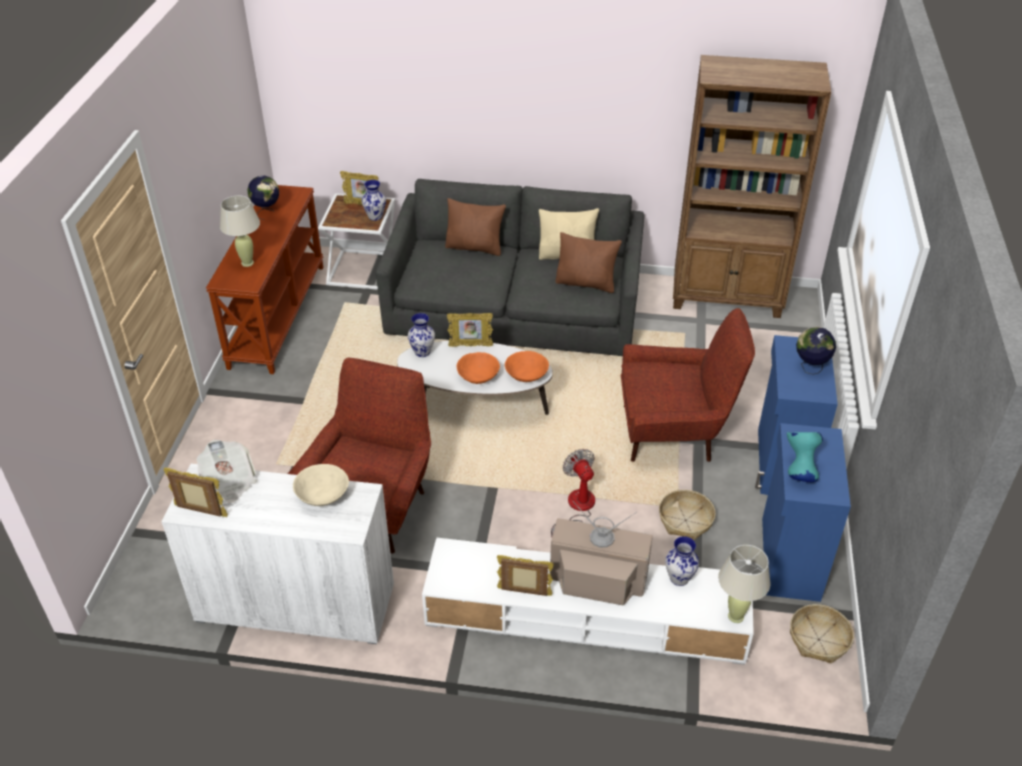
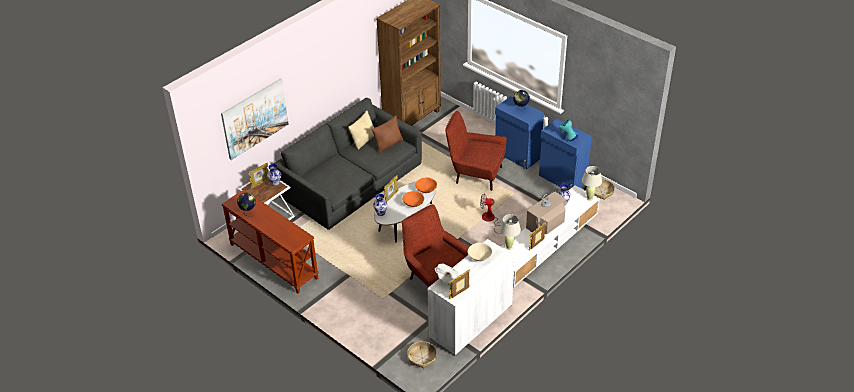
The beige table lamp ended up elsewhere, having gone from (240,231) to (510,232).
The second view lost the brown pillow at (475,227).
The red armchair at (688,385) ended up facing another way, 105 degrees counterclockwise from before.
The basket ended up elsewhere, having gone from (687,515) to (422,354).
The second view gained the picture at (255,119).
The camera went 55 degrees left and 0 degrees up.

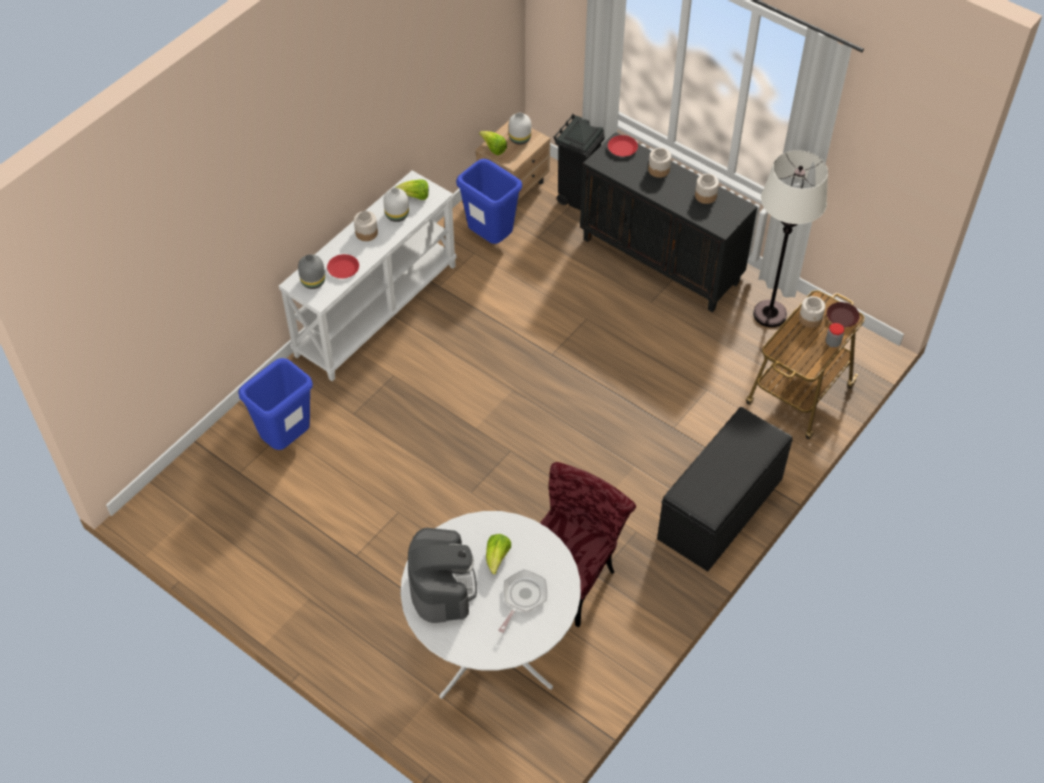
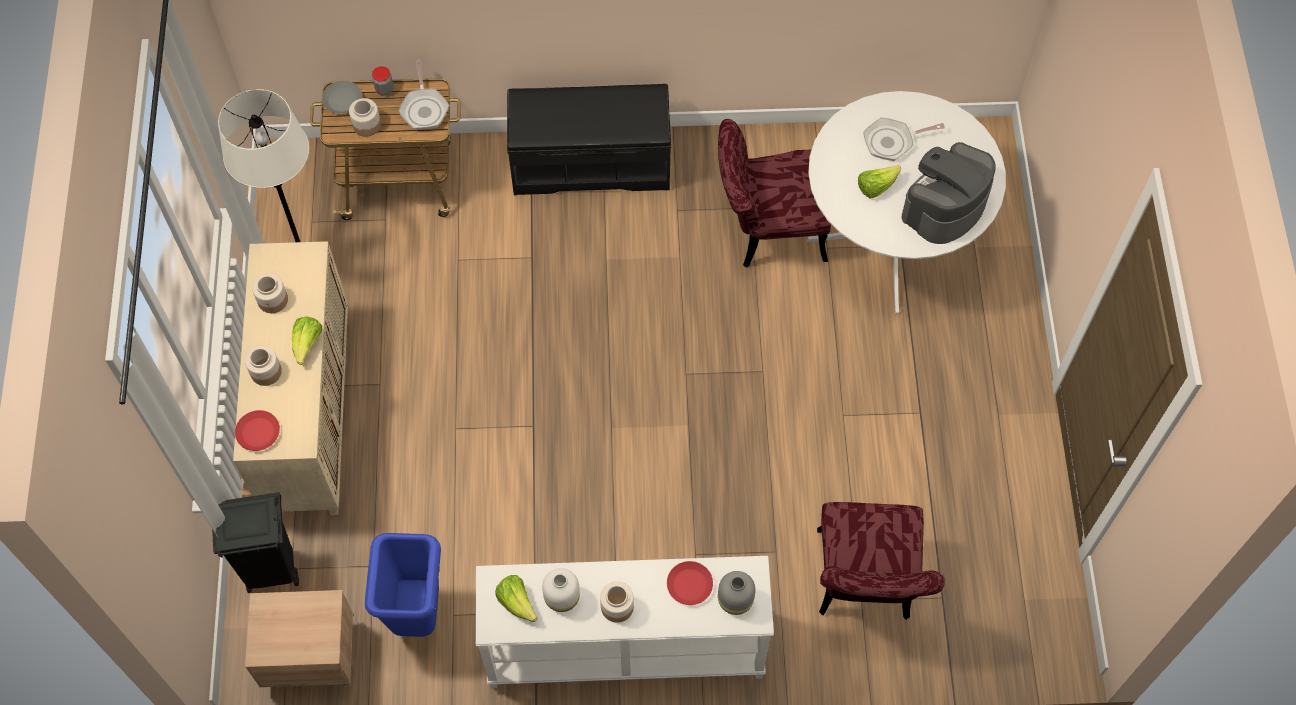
The second view lost the white vase at (520,128).
The lettuce ended up elsewhere, having gone from (493,143) to (307,340).
What was the black cabinet at (669,222) turned into the beige cabinet at (290,378).
What was the brown plate at (843,314) turned into the grey plate at (342,97).
Where the blue trash can stood at (275,404), the red chair came to stand at (881,561).
The second view gained the frying pan at (423,94).
The camera went 130 degrees left and 10 degrees up.

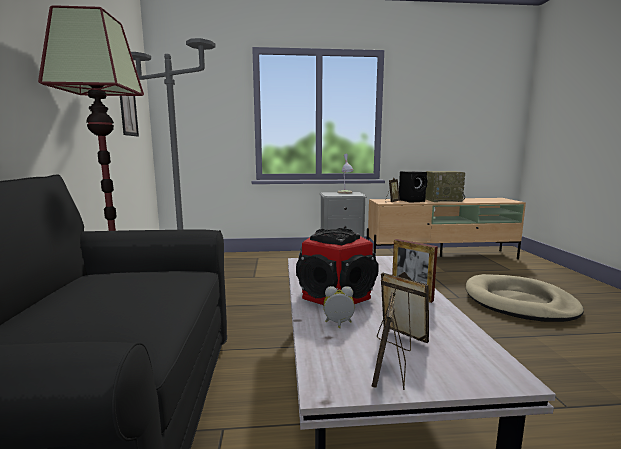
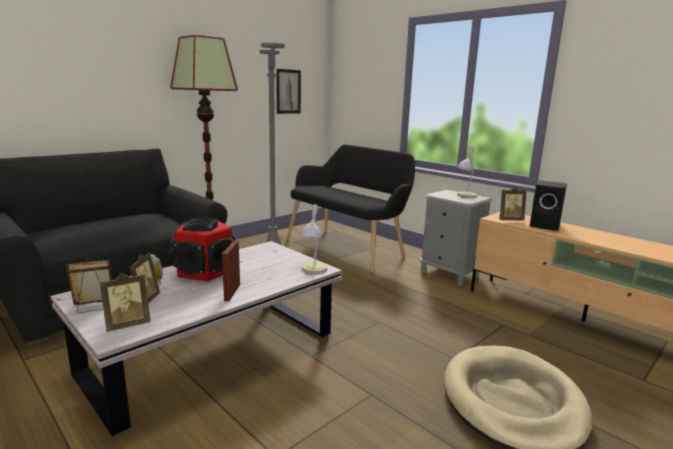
The second view lost the radio at (445,186).
The second view gained the black bench at (351,208).
The second view gained the table lamp at (313,239).
The second view gained the picture frame at (125,302).
The camera went 50 degrees right and 5 degrees up.

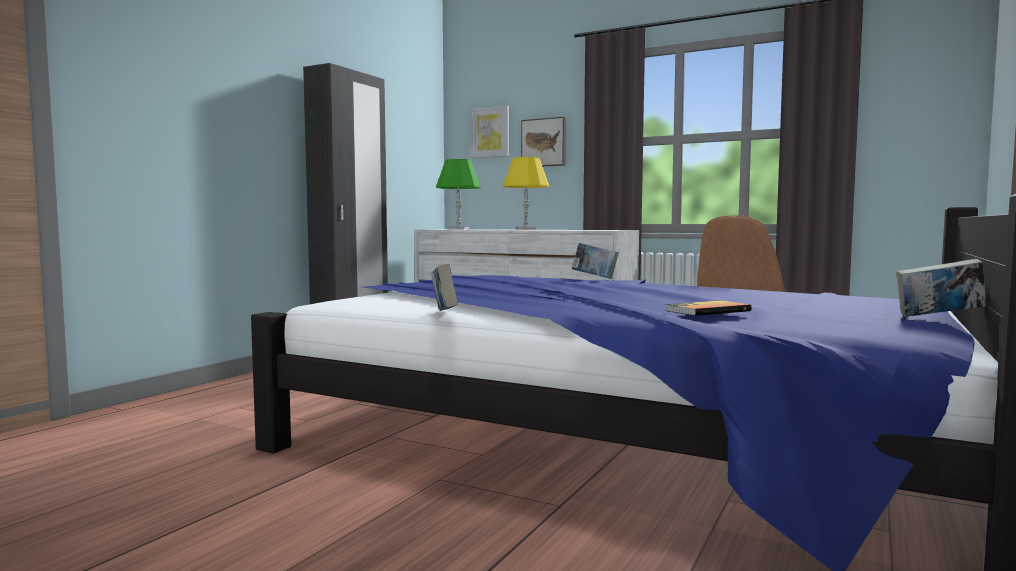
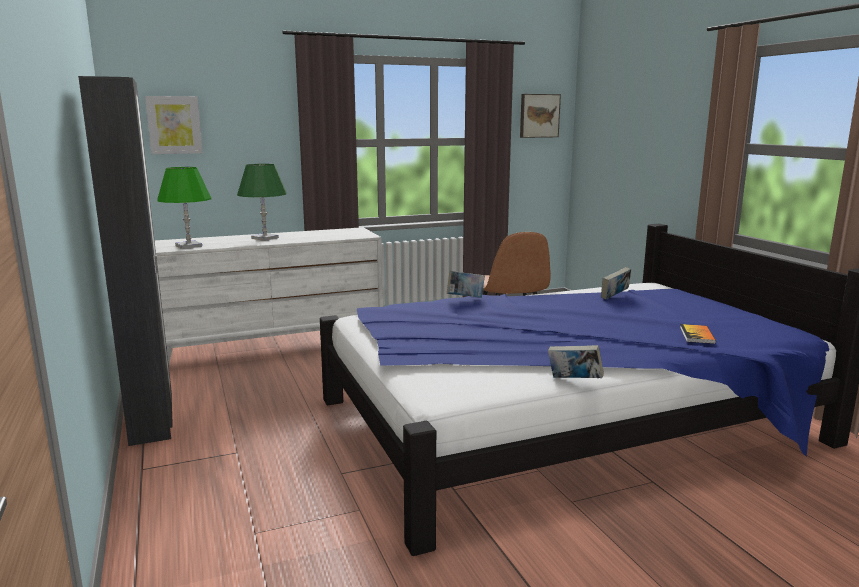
The picture ended up elsewhere, having gone from (543,141) to (540,116).
What was the yellow table lamp at (526,193) turned into the green table lamp at (262,202).
The book ended up elsewhere, having gone from (941,288) to (616,283).
The camera went 50 degrees left and 10 degrees up.

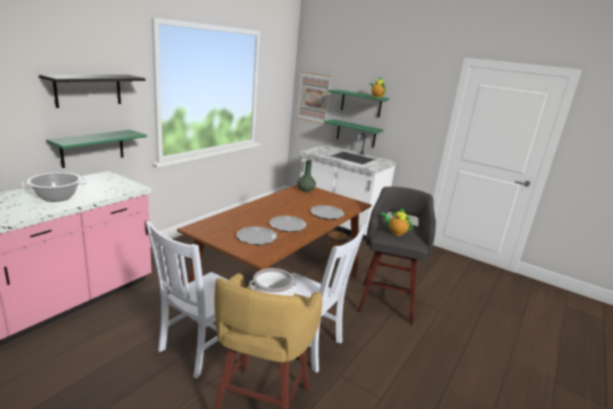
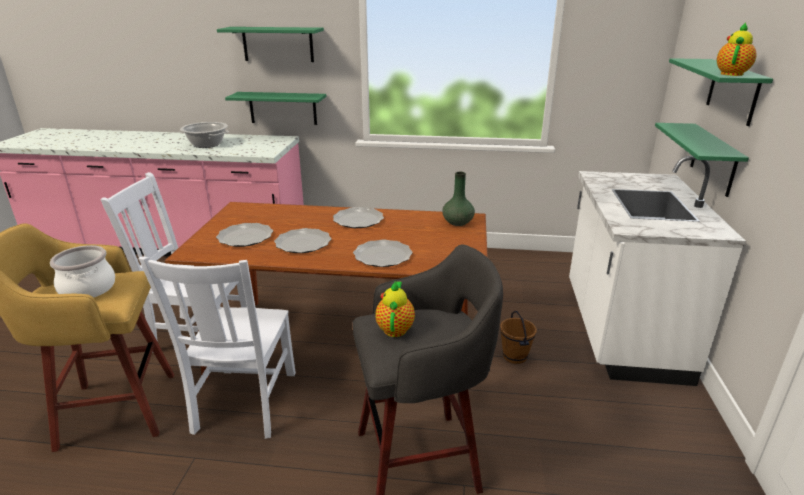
The second view lost the picture at (314,98).
What was the black shelf at (92,91) turned into the green shelf at (270,44).
The second view gained the plate at (358,217).
The camera went 65 degrees right and 5 degrees up.

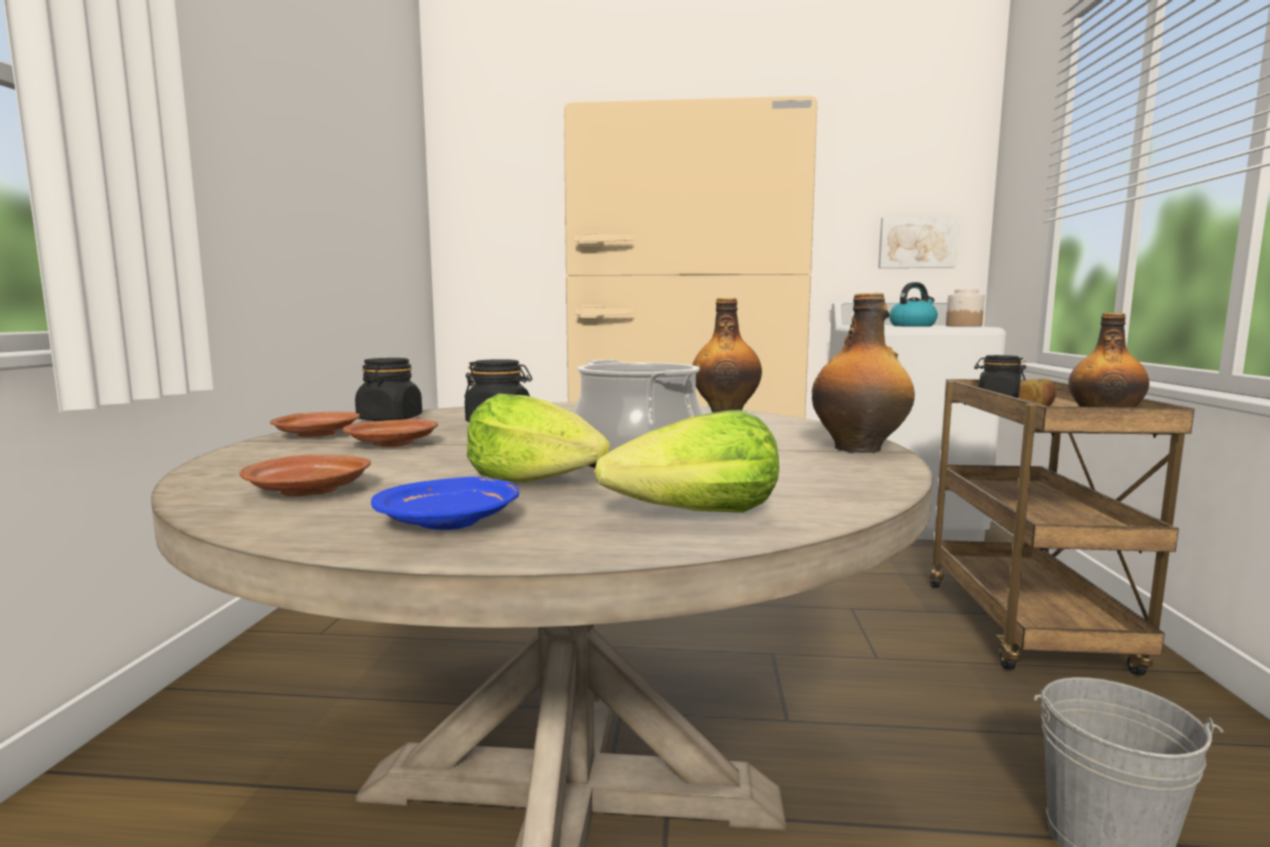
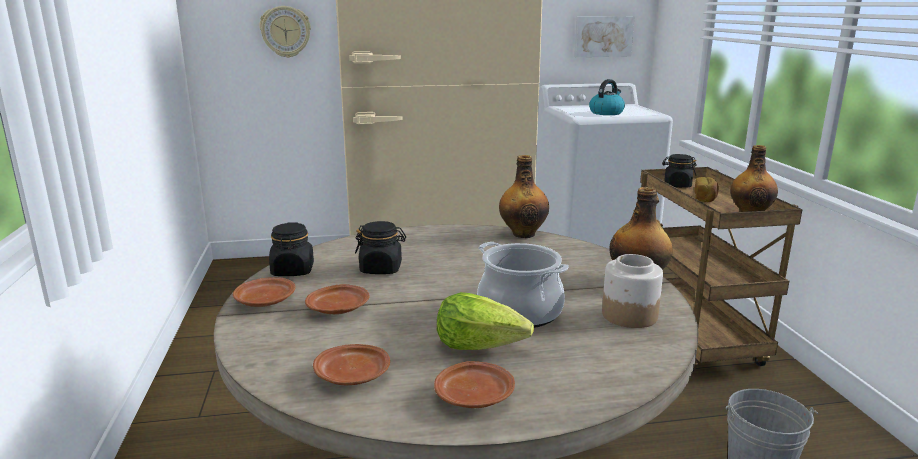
The jar ended up elsewhere, having gone from (965,308) to (632,291).
The second view lost the lettuce at (687,461).
What was the blue plate at (445,503) turned into the brown plate at (474,384).
The second view gained the wall clock at (285,32).
The camera went 15 degrees left and 10 degrees up.

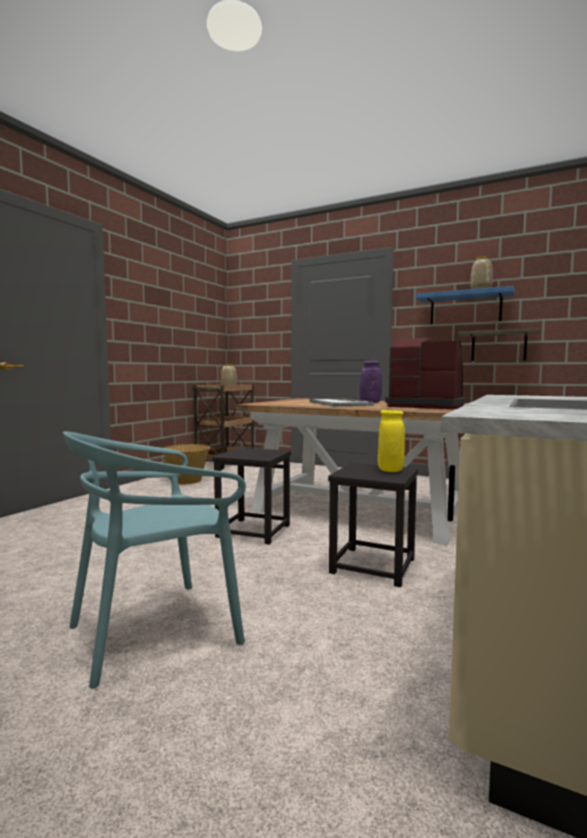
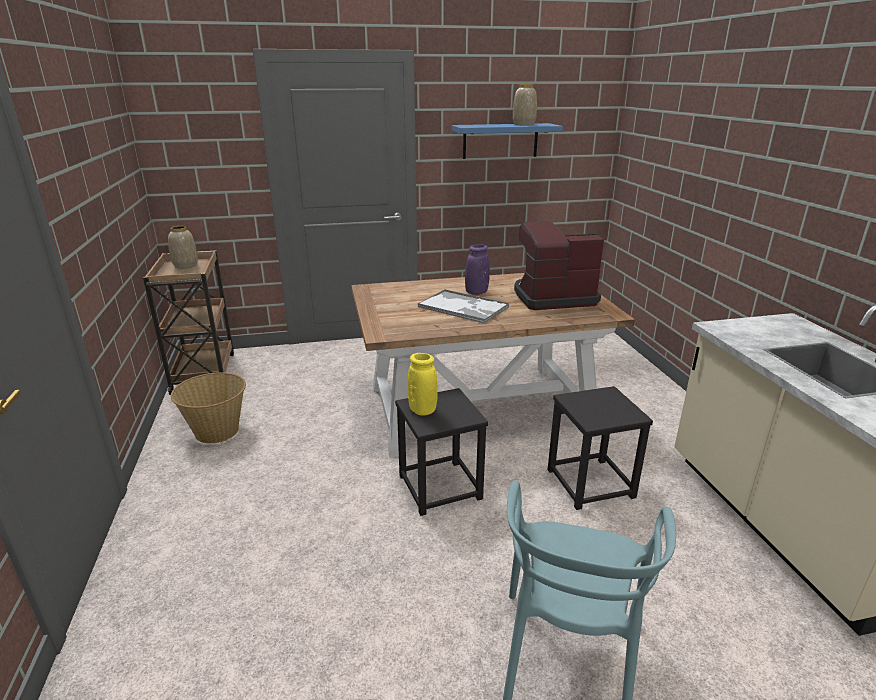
The second view lost the shelf at (499,344).
The yellow vase ended up elsewhere, having gone from (391,440) to (423,384).
The camera went 40 degrees left and 20 degrees up.

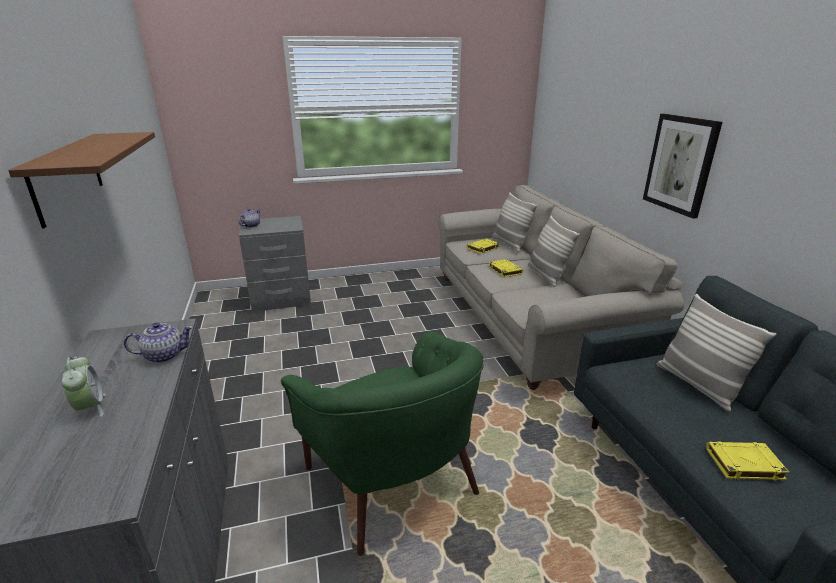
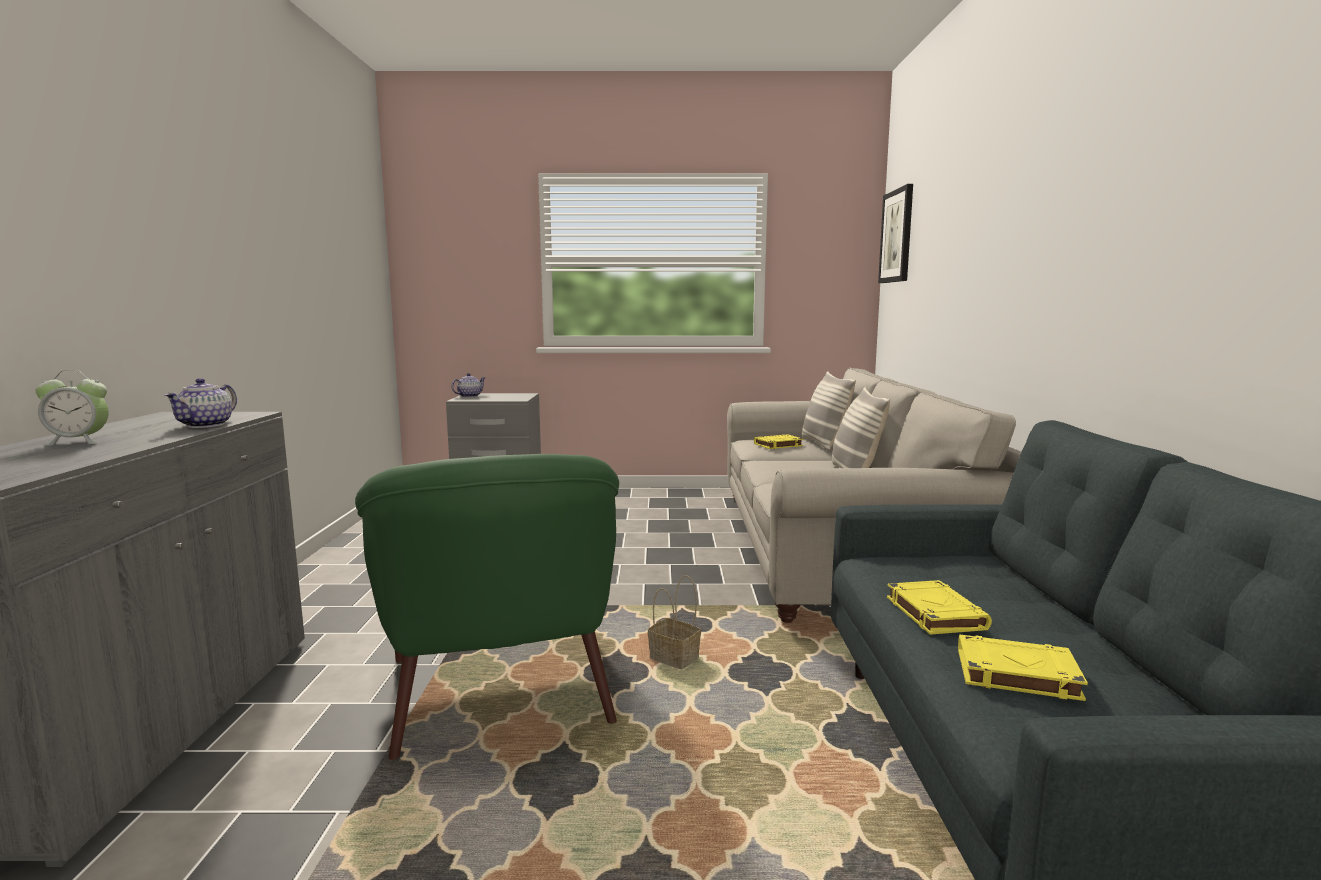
The picture ended up elsewhere, having gone from (682,166) to (895,233).
The second view lost the brown shelf at (81,180).
The yellow book ended up elsewhere, having gone from (506,268) to (939,607).
The second view lost the pillow at (716,353).
The teapot at (158,343) ended up facing another way, 105 degrees clockwise from before.
The alarm clock at (84,387) ended up facing another way, 90 degrees clockwise from before.
The second view gained the basket at (674,622).
The camera went 15 degrees right and 15 degrees down.

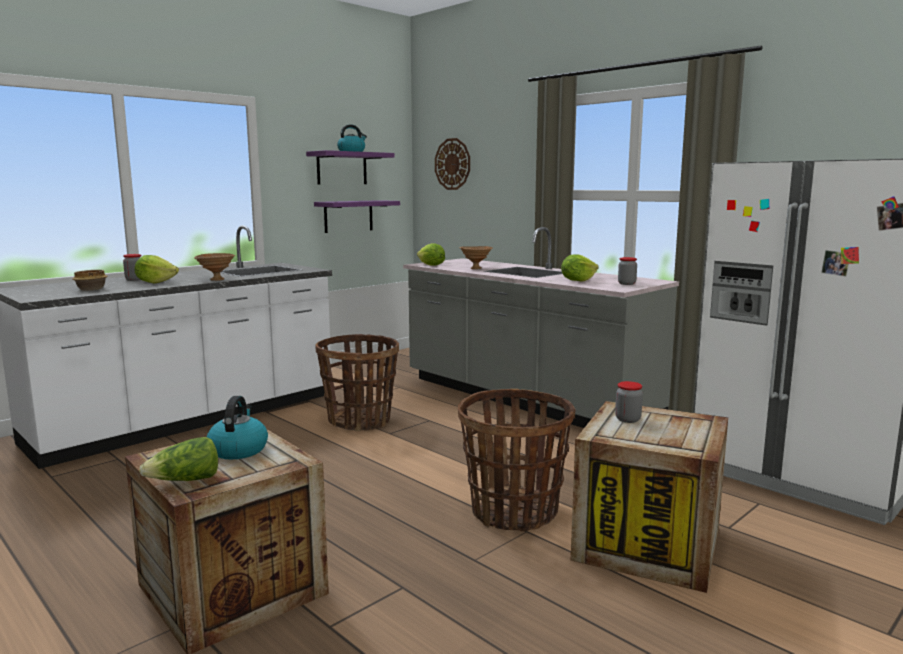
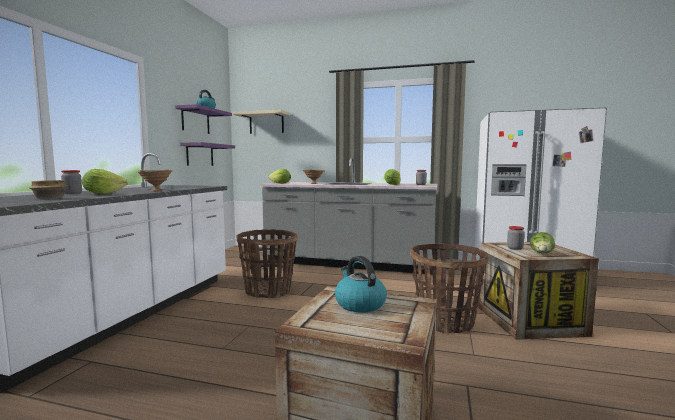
Where the wall clock hung at (452,164), the beige shelf came to hang at (261,122).
The lettuce ended up elsewhere, having gone from (178,459) to (542,243).
The camera went 30 degrees left and 5 degrees down.

